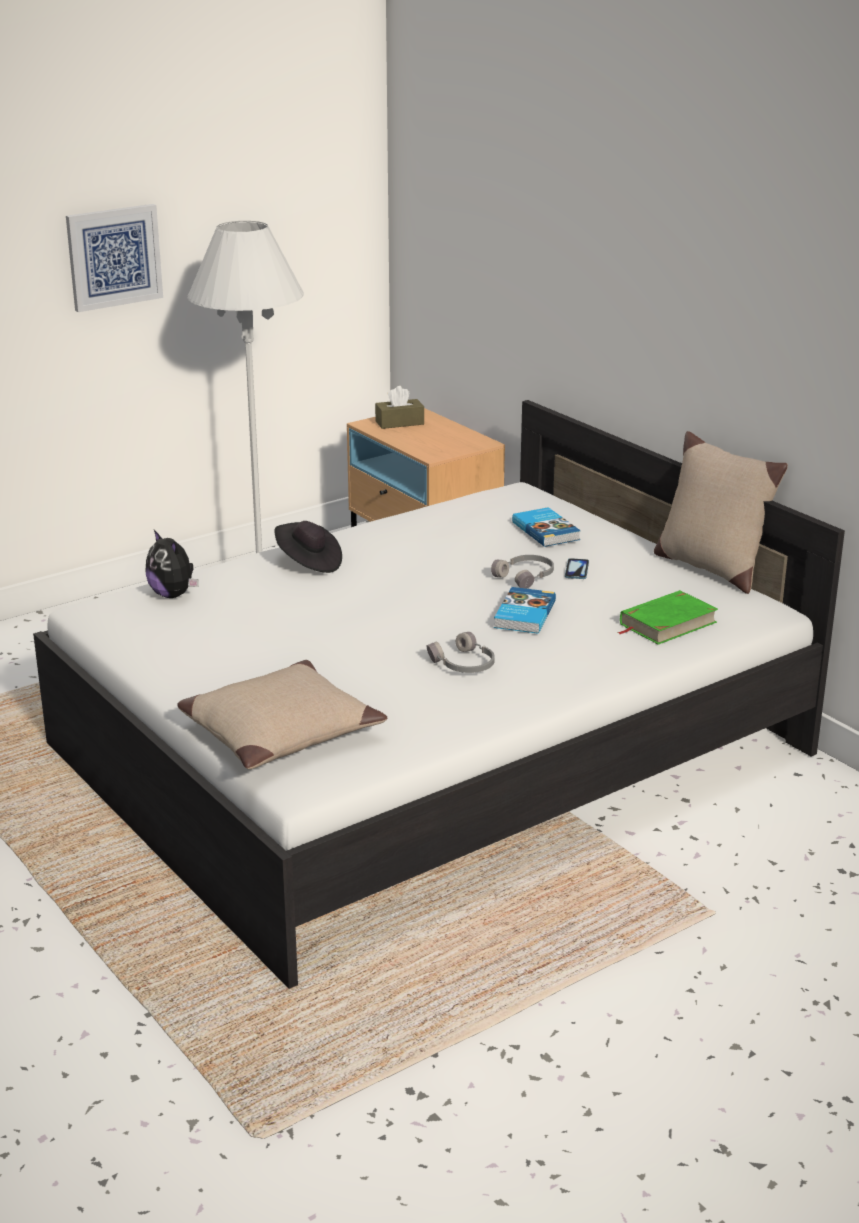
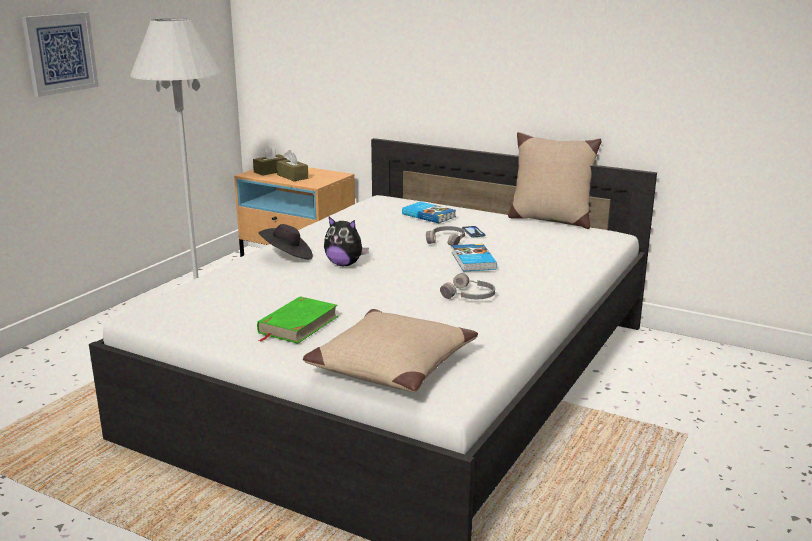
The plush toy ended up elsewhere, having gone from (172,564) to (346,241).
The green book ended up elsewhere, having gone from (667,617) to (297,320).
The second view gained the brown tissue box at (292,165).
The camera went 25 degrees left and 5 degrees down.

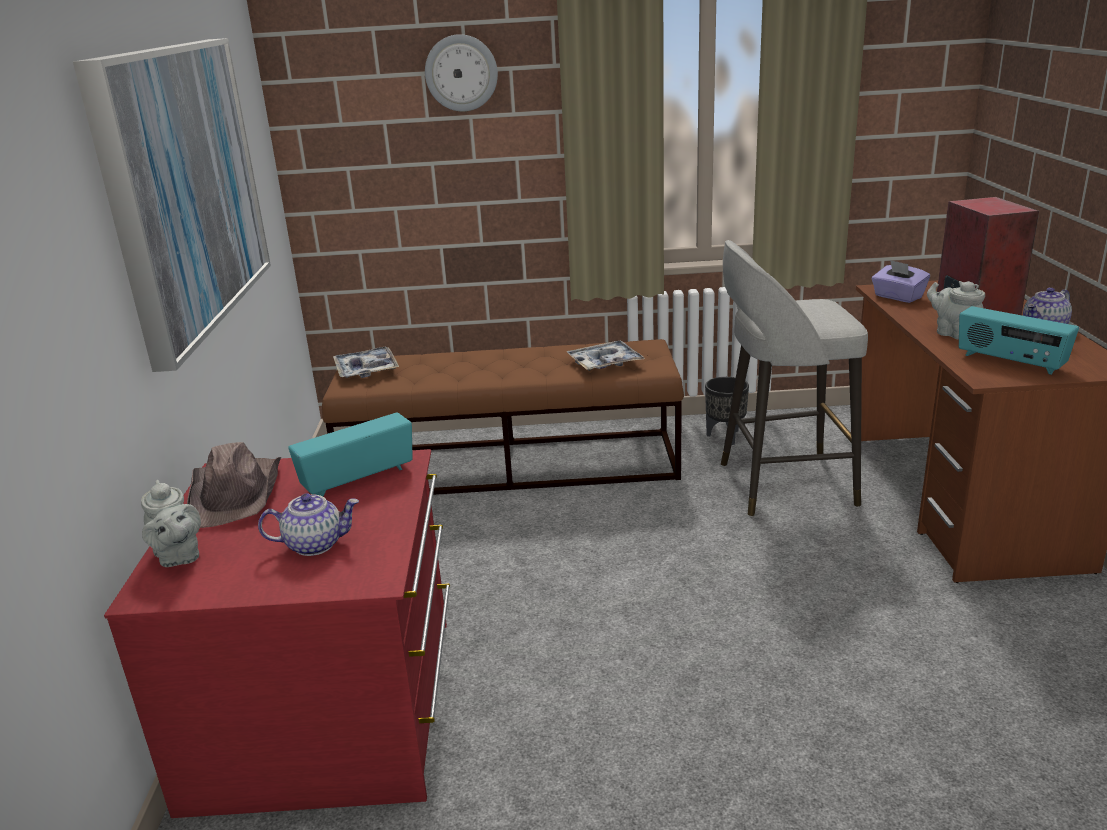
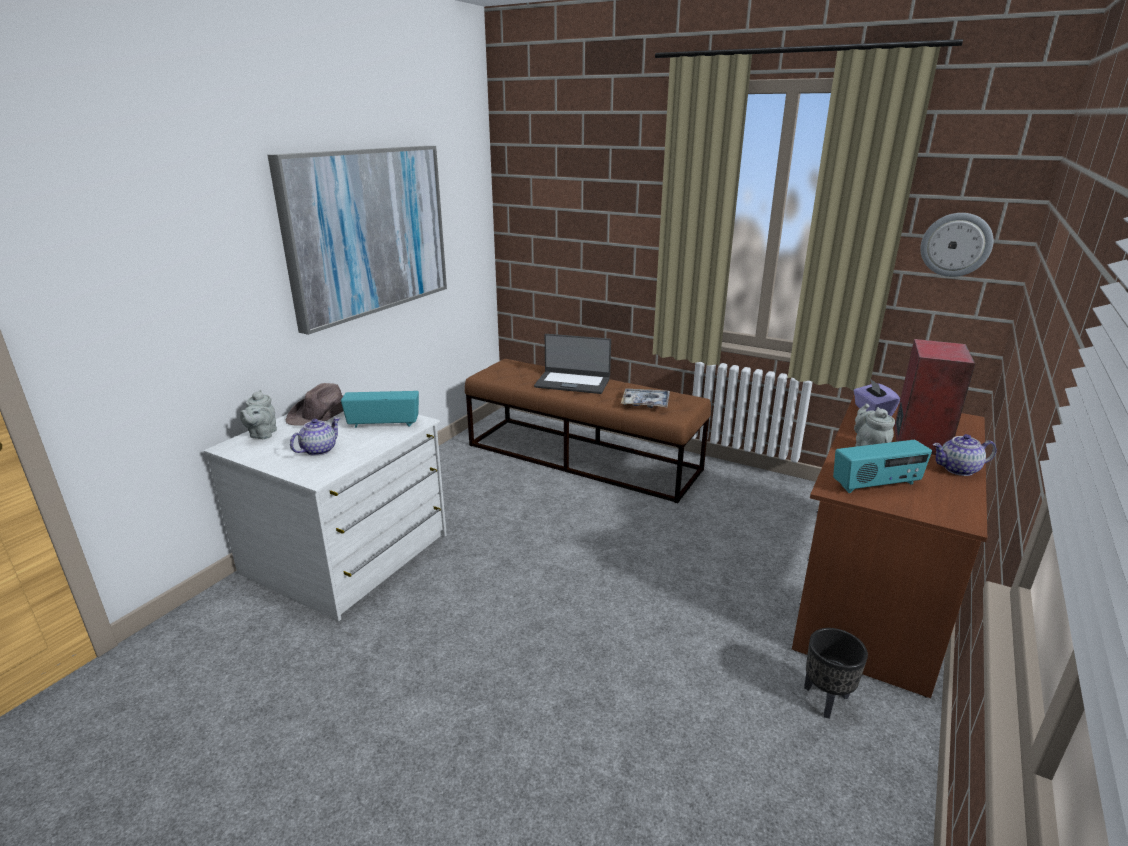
The wall clock ended up elsewhere, having gone from (461,73) to (957,245).
The second view lost the grey stool at (794,378).
The radio at (1019,340) ended up facing another way, 90 degrees counterclockwise from before.
The second view lost the tray at (366,362).
The black planter ended up elsewhere, having gone from (727,411) to (836,673).
What was the red dresser at (277,633) turned into the white dresser at (325,516).
The teapot at (308,524) ended up facing another way, 75 degrees counterclockwise from before.
The second view gained the laptop at (572,364).
The camera went 30 degrees right and 0 degrees up.

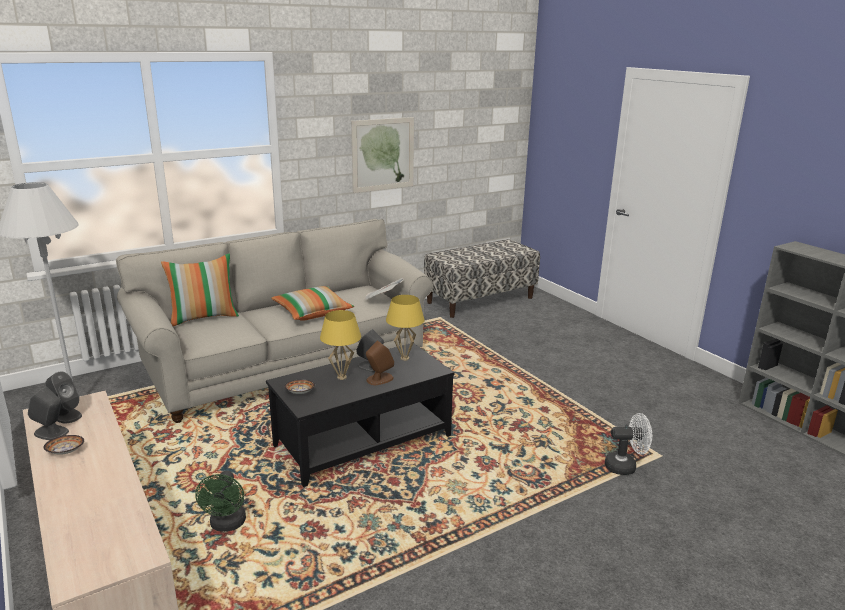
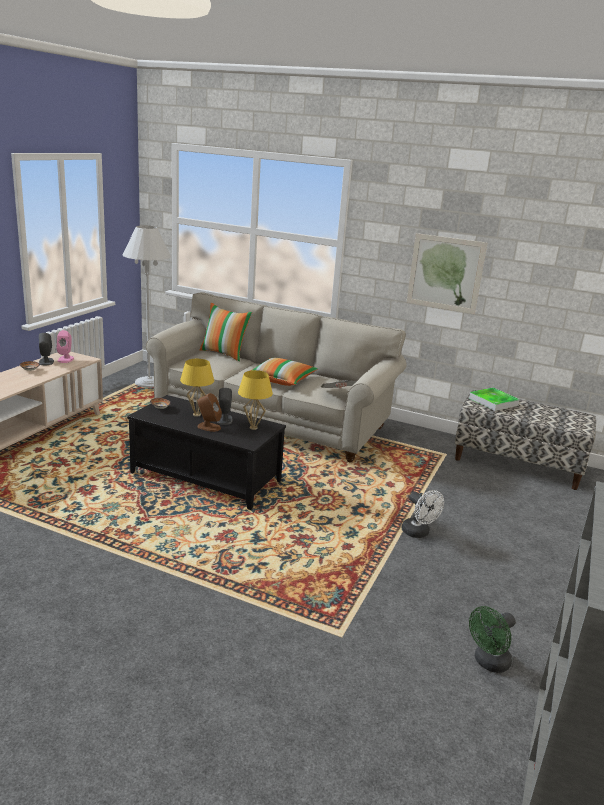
What was the grey speaker at (64,398) turned into the pink speaker at (65,346).
The white fan ended up elsewhere, having gone from (628,444) to (422,514).
The green fan ended up elsewhere, having gone from (220,501) to (492,639).
The second view gained the tray at (494,399).
The camera went 55 degrees right and 0 degrees up.

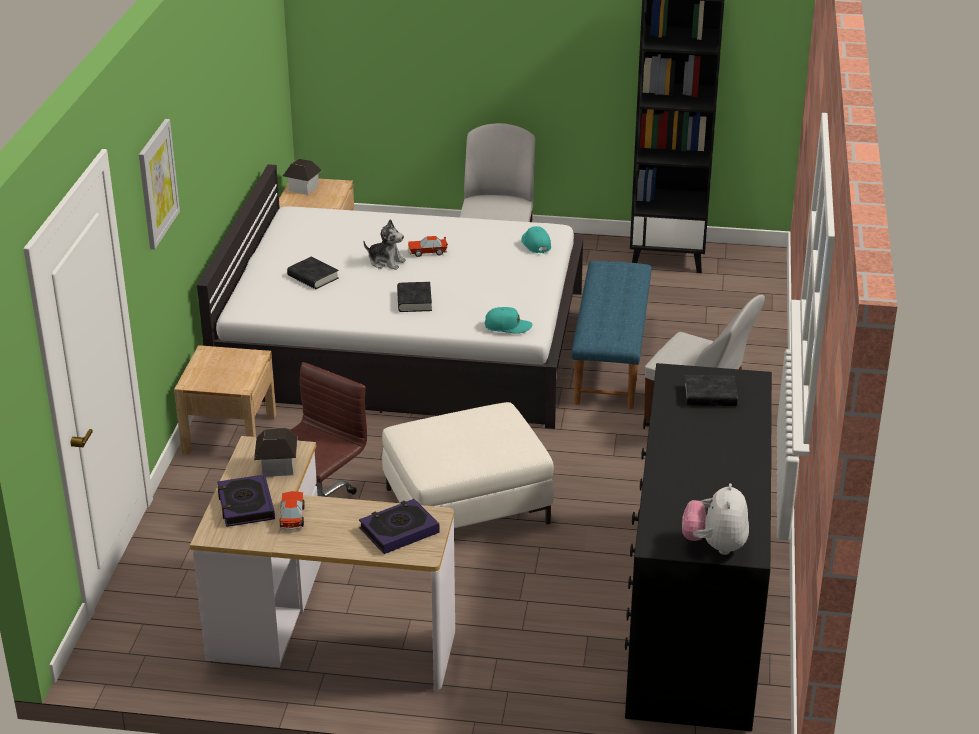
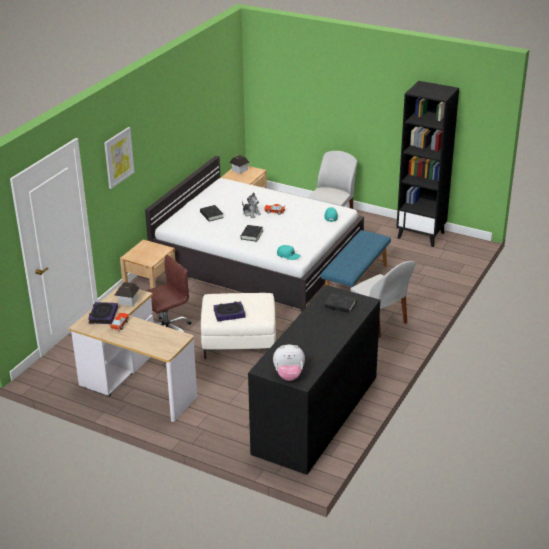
The plush toy at (715,519) ended up facing another way, 120 degrees counterclockwise from before.
The book ended up elsewhere, having gone from (399,526) to (229,311).
The camera went 20 degrees right and 0 degrees up.

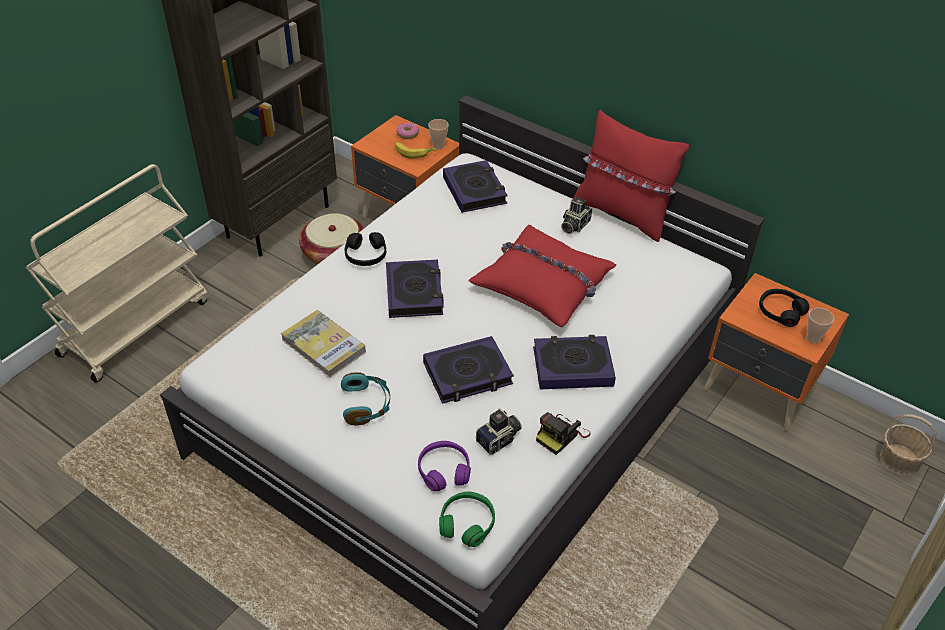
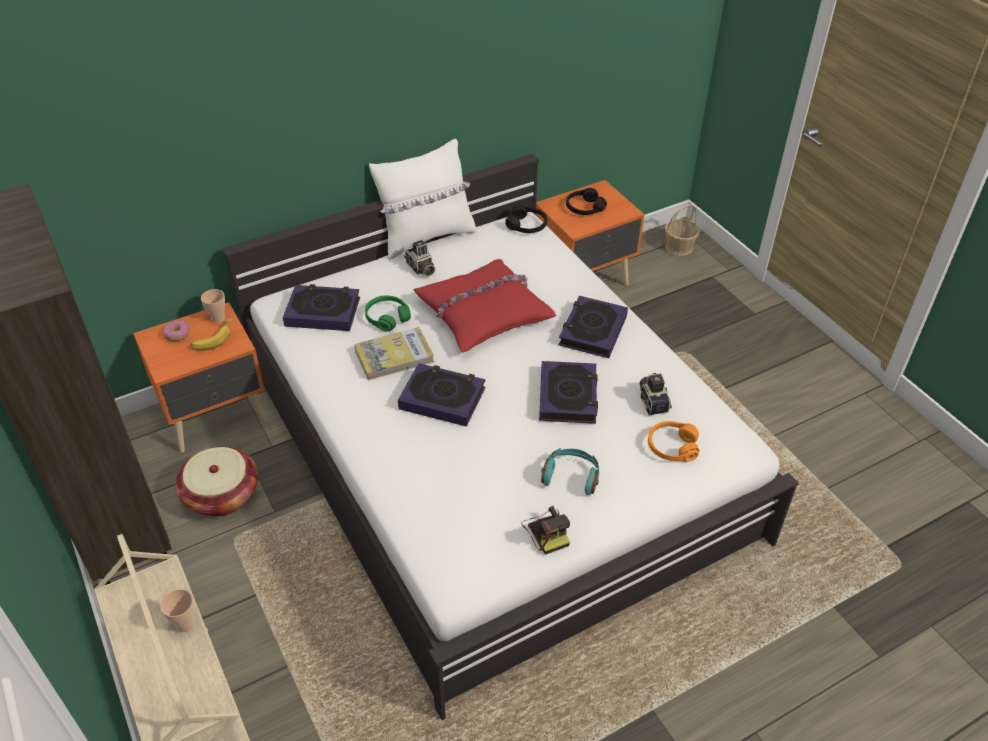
What was the red pillow at (630,176) turned into the white pillow at (422,199).
The black headphones ended up elsewhere, having gone from (365,249) to (526,219).
The cup ended up elsewhere, having gone from (820,325) to (177,610).
The book ended up elsewhere, having gone from (323,344) to (394,353).
The photo camera ended up elsewhere, having gone from (563,433) to (545,530).
What was the purple headphones at (444,466) turned into the orange headphones at (673,441).
The green headphones ended up elsewhere, having gone from (467,519) to (388,314).
The camera went 65 degrees left and 0 degrees up.

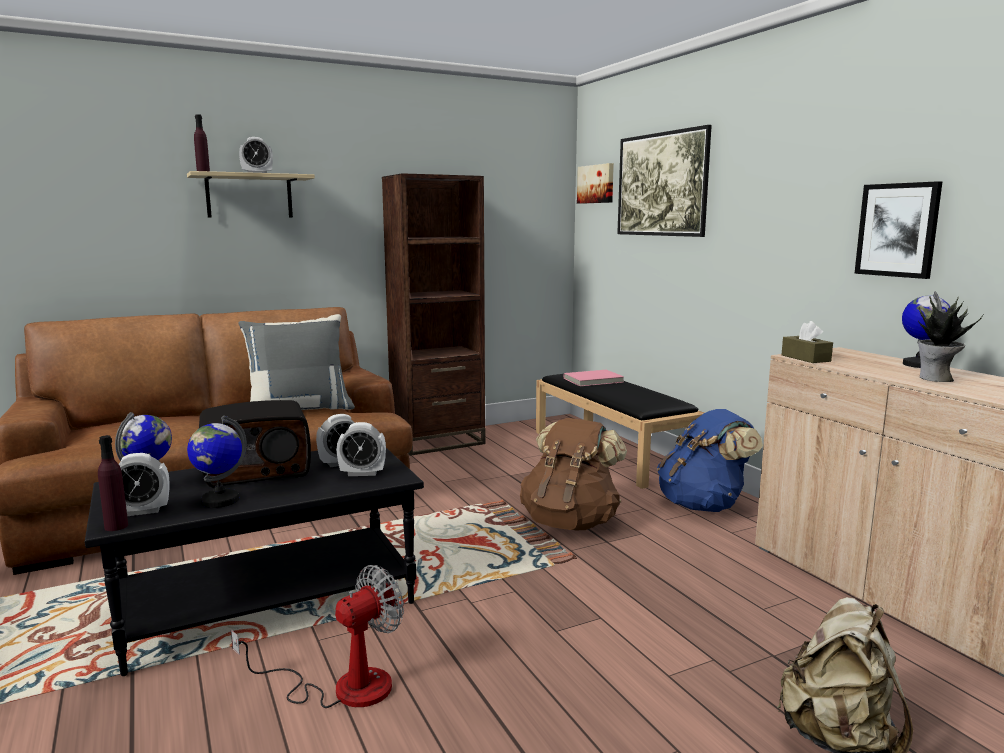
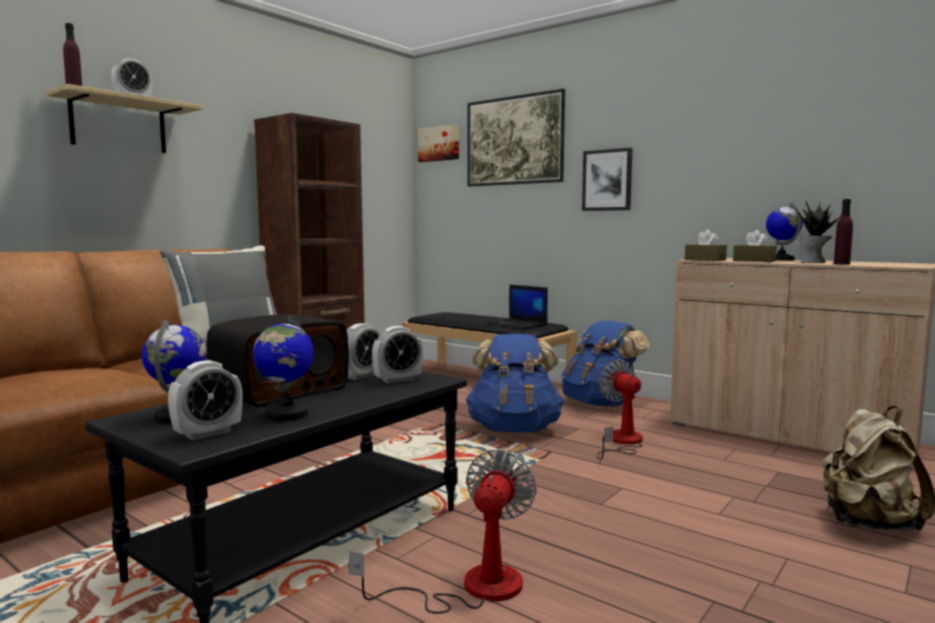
The picture ended up elsewhere, having gone from (898,230) to (607,179).
The second view lost the pink book at (594,378).
What was the brown backpack at (573,474) turned into the blue backpack at (515,383).
The purple bottle ended up elsewhere, having gone from (113,483) to (843,232).
The second view gained the brown tissue box at (755,246).
The second view gained the laptop at (517,307).
The second view gained the fan at (620,409).
The camera went 25 degrees left and 5 degrees down.

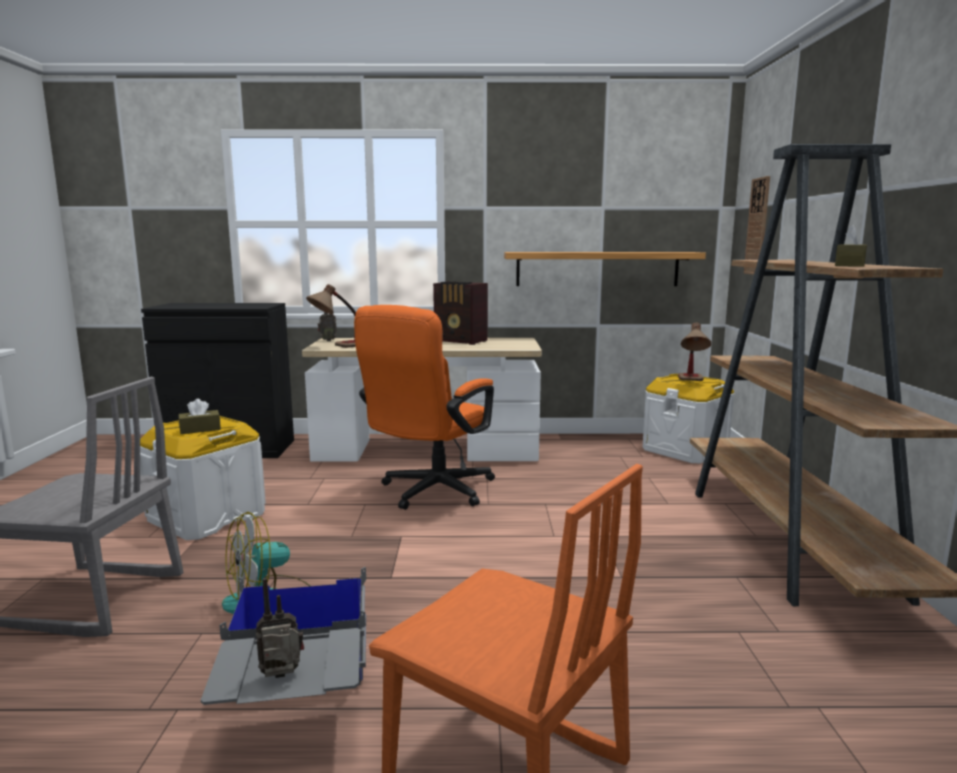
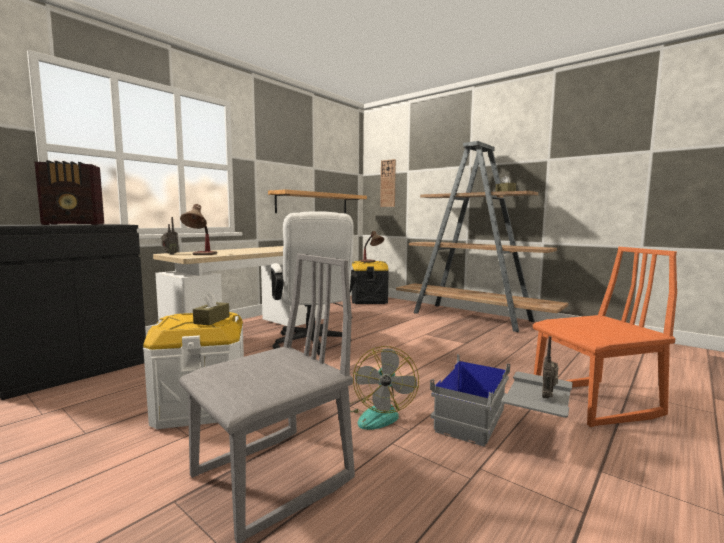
The radio ended up elsewhere, having gone from (460,313) to (69,192).
What was the orange office chair at (424,407) turned into the white office chair at (314,283).
What was the white storage box at (688,418) turned into the black storage box at (370,282).
The camera went 50 degrees left and 5 degrees down.

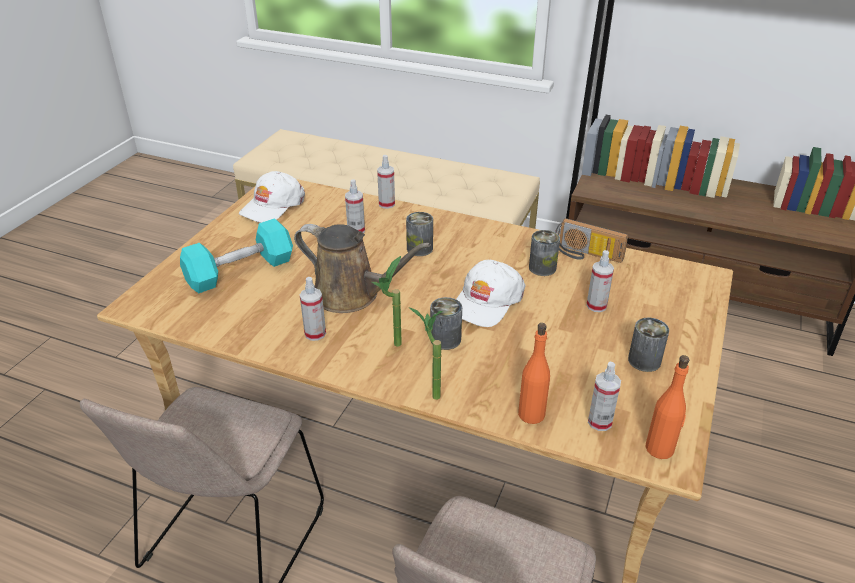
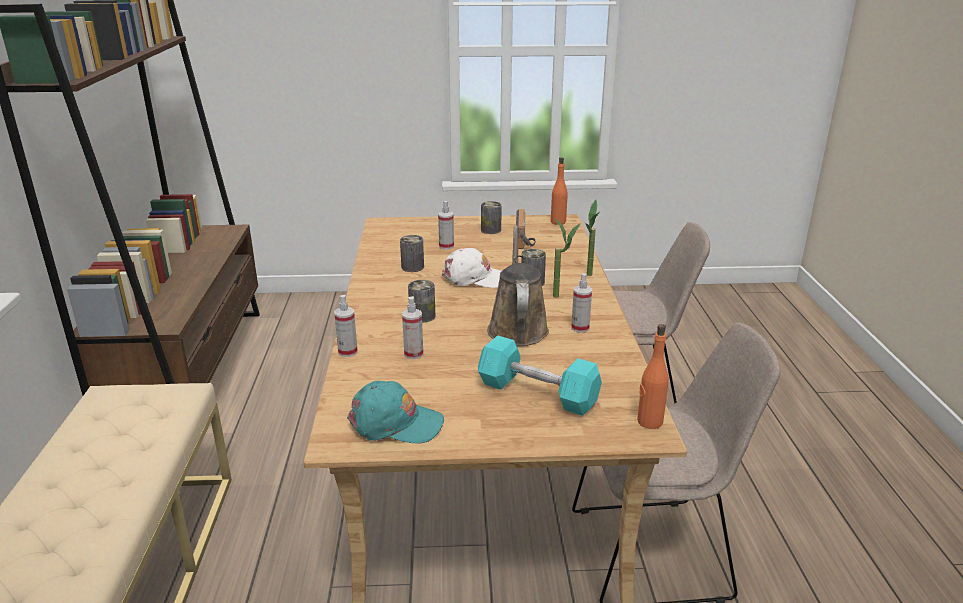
What was the white cap at (272,197) turned into the turquoise cap at (395,412).
The radio ended up elsewhere, having gone from (591,240) to (525,229).
The orange bottle ended up elsewhere, having gone from (534,373) to (653,376).
The second view lost the spray bottle at (604,396).
The camera went 115 degrees left and 10 degrees down.

